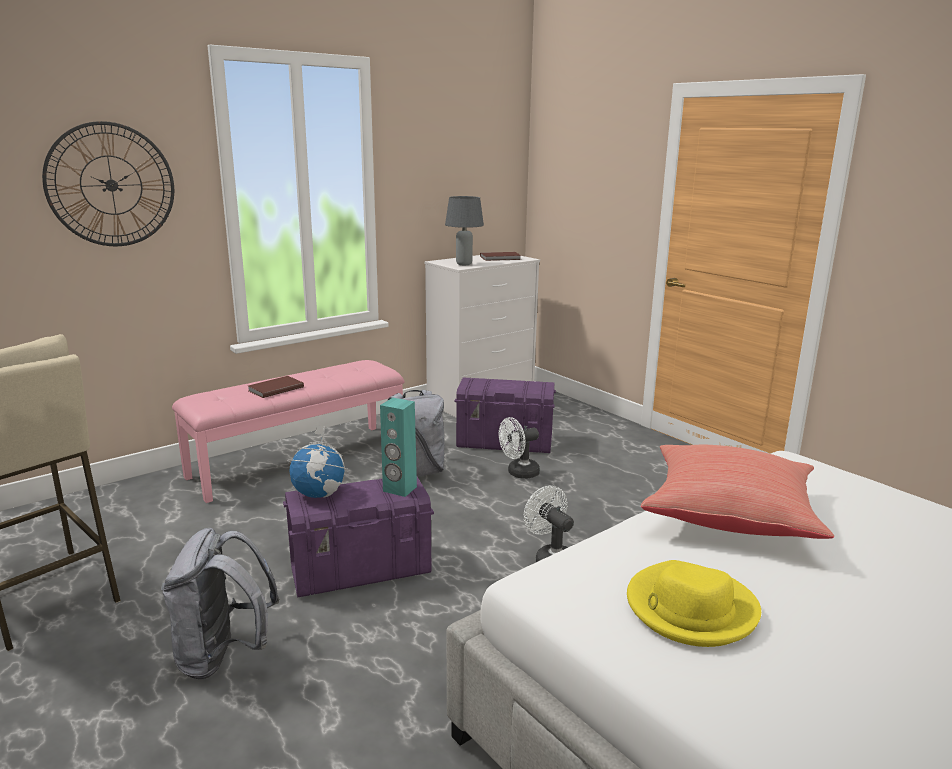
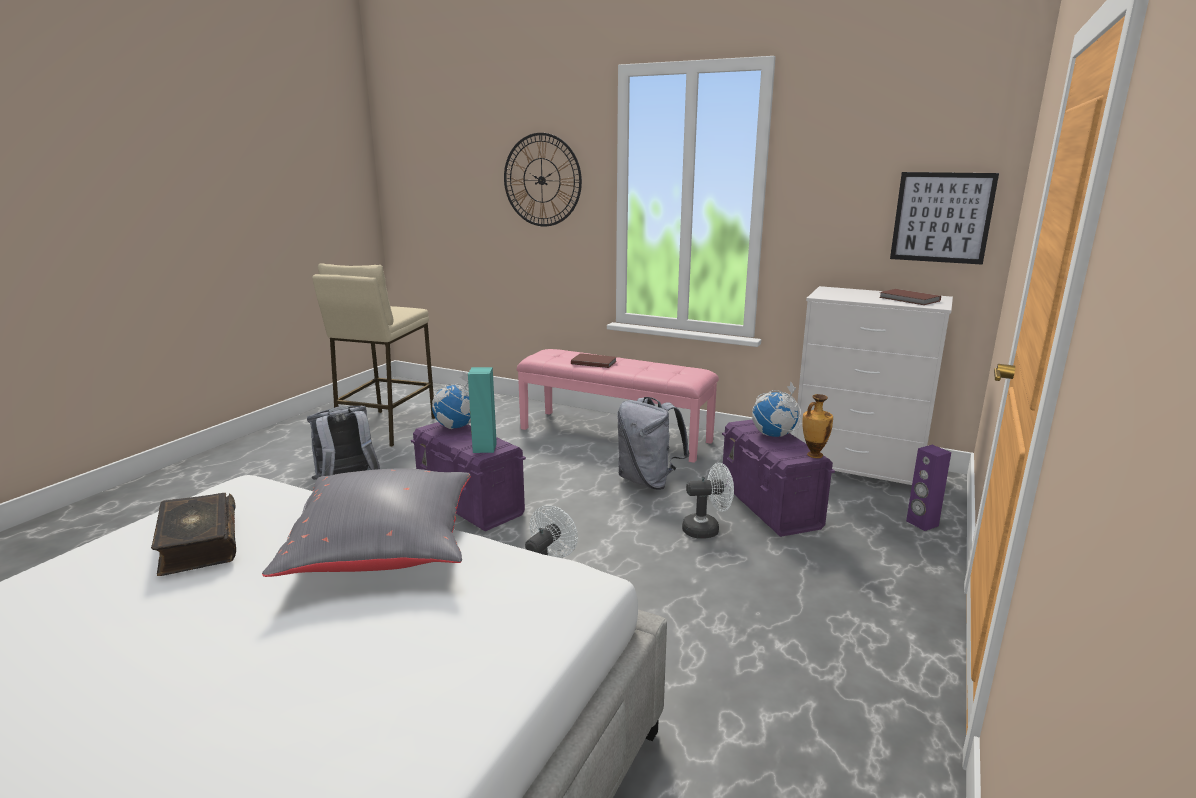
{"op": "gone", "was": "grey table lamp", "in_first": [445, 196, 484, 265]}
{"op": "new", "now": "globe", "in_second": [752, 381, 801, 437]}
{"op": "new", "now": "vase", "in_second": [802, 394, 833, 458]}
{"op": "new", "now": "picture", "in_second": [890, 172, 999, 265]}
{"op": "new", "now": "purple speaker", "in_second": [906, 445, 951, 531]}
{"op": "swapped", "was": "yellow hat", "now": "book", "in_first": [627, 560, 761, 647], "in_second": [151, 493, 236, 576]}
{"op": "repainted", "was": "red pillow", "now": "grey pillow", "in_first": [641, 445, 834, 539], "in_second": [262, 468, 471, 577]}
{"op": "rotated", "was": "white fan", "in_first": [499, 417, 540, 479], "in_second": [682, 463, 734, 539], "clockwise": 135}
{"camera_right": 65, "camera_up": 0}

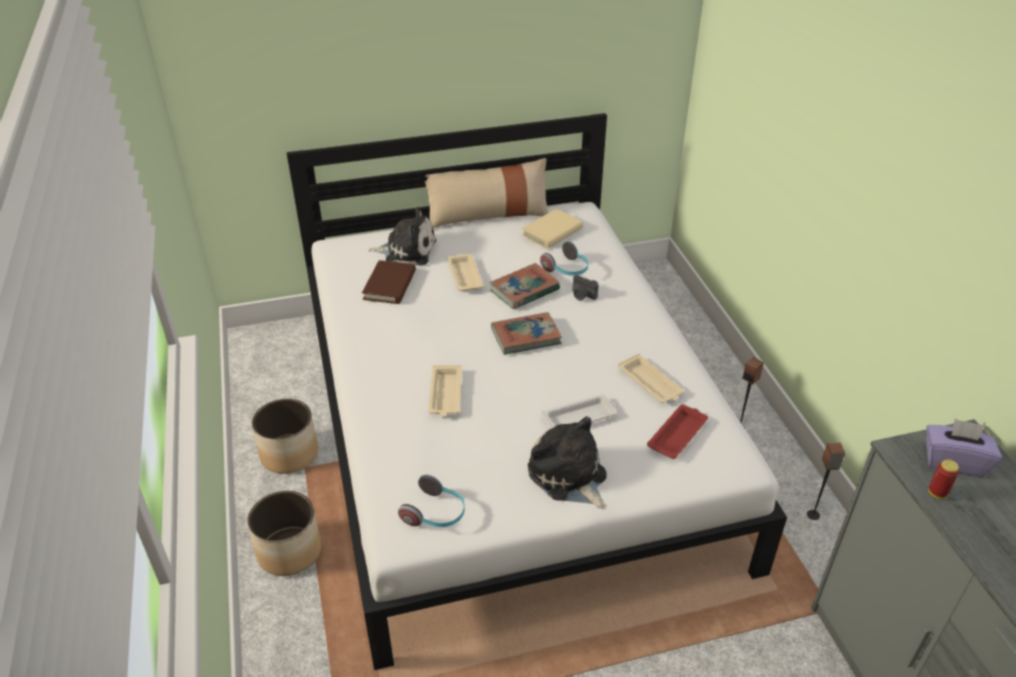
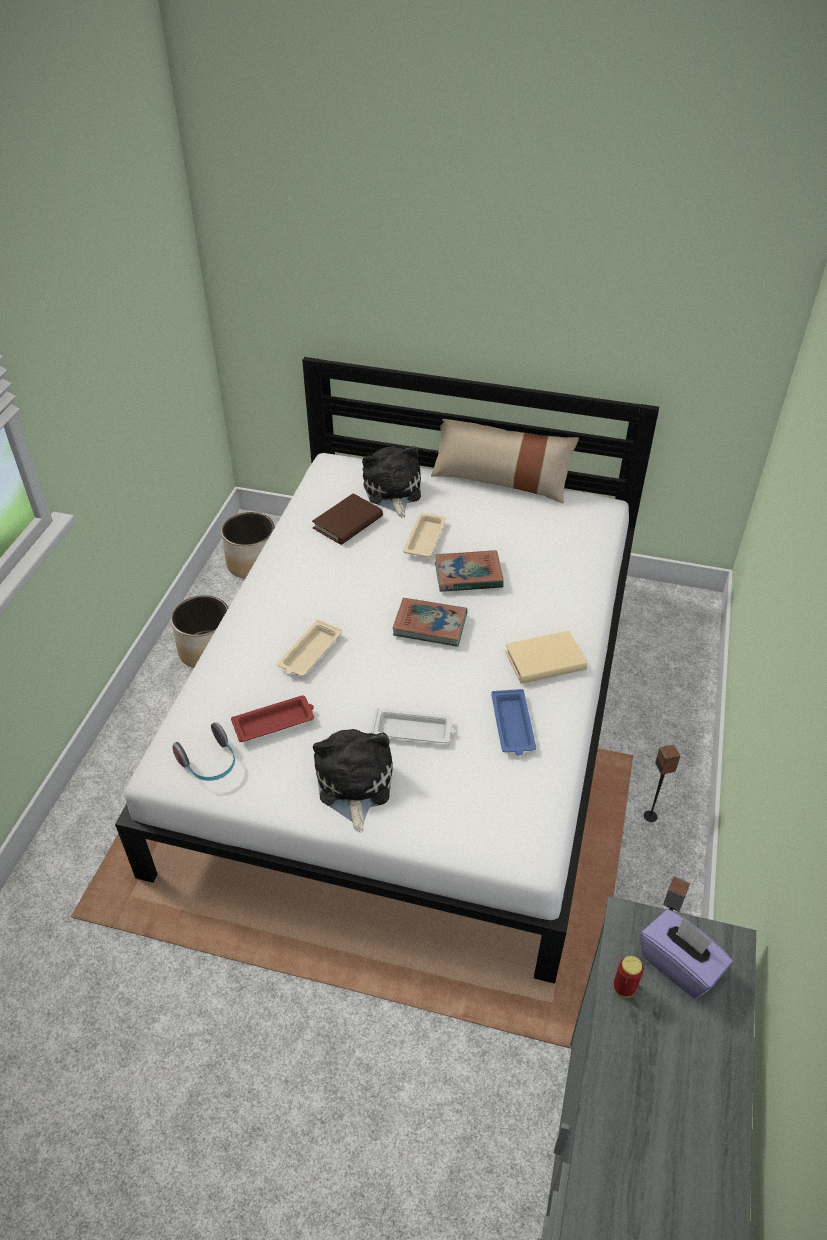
{"op": "gone", "was": "headphones", "in_first": [540, 241, 588, 276]}
{"op": "gone", "was": "photo camera", "in_first": [573, 275, 599, 301]}
{"op": "shifted", "was": "planter", "in_first": [247, 491, 322, 576], "in_second": [221, 512, 275, 579]}
{"op": "shifted", "was": "beige book", "in_first": [522, 209, 583, 249], "in_second": [505, 631, 587, 684]}
{"op": "shifted", "was": "red tray", "in_first": [647, 404, 708, 459], "in_second": [231, 695, 314, 742]}
{"op": "repainted", "was": "beige tray", "now": "blue tray", "in_first": [618, 354, 683, 403], "in_second": [491, 689, 536, 755]}
{"op": "rotated", "was": "plush toy", "in_first": [368, 207, 436, 266], "in_second": [362, 446, 421, 517], "clockwise": -135}
{"camera_right": 30, "camera_up": 5}

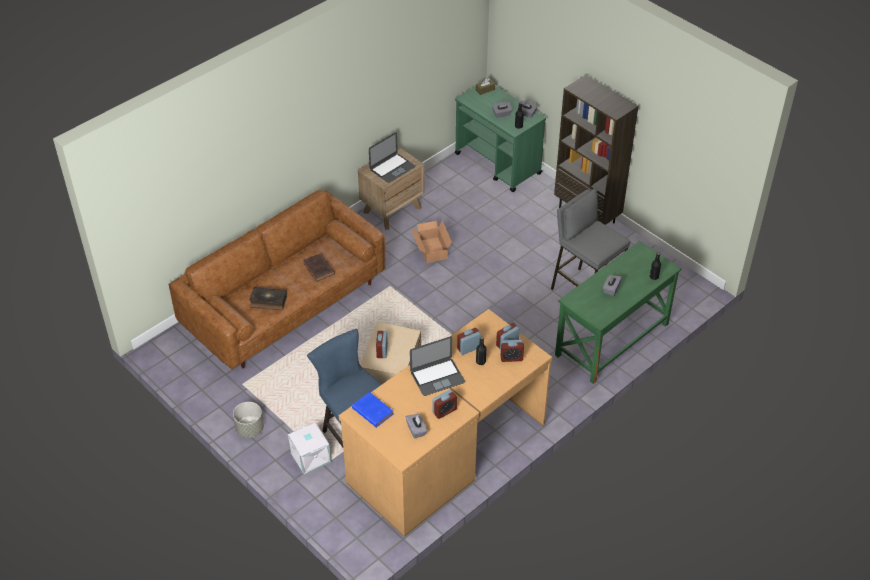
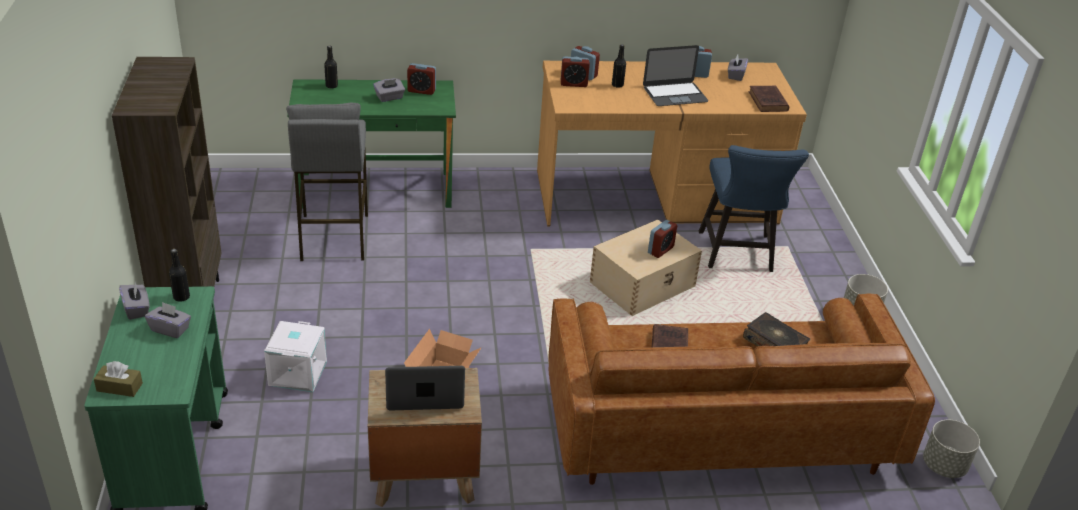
{"op": "new", "now": "grey planter", "in_second": [923, 420, 980, 478]}
{"op": "shifted", "was": "white storage box", "in_first": [288, 422, 331, 475], "in_second": [264, 321, 327, 392]}
{"op": "shifted", "was": "alarm clock", "in_first": [457, 328, 481, 355], "in_second": [407, 63, 436, 95]}
{"op": "repainted", "was": "blue book", "now": "brown book", "in_first": [352, 392, 393, 428], "in_second": [748, 85, 789, 112]}
{"op": "rotated", "was": "laptop", "in_first": [410, 336, 465, 396], "in_second": [643, 45, 708, 106], "clockwise": 150}
{"camera_right": -145, "camera_up": -10}

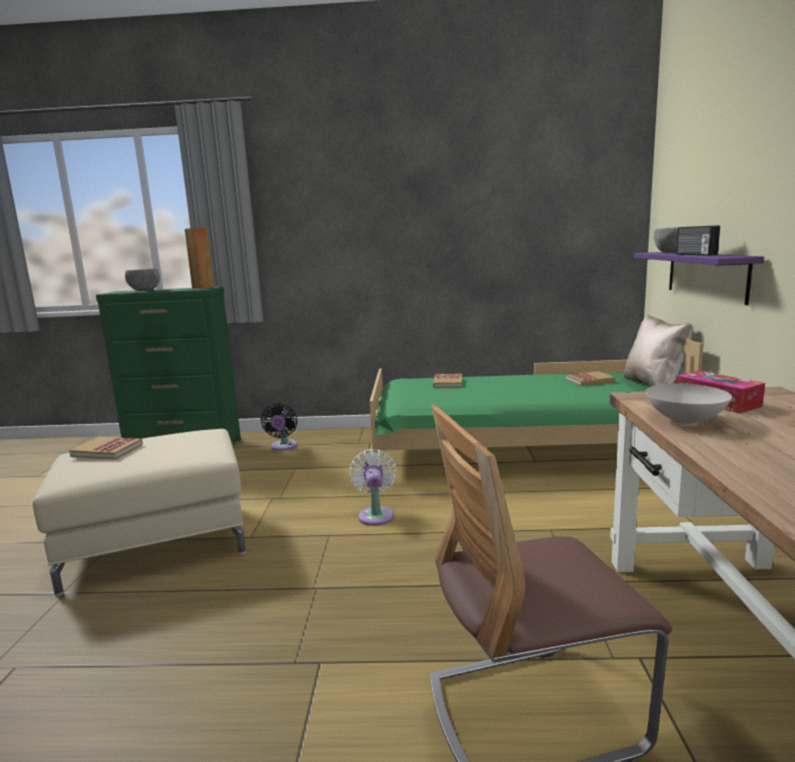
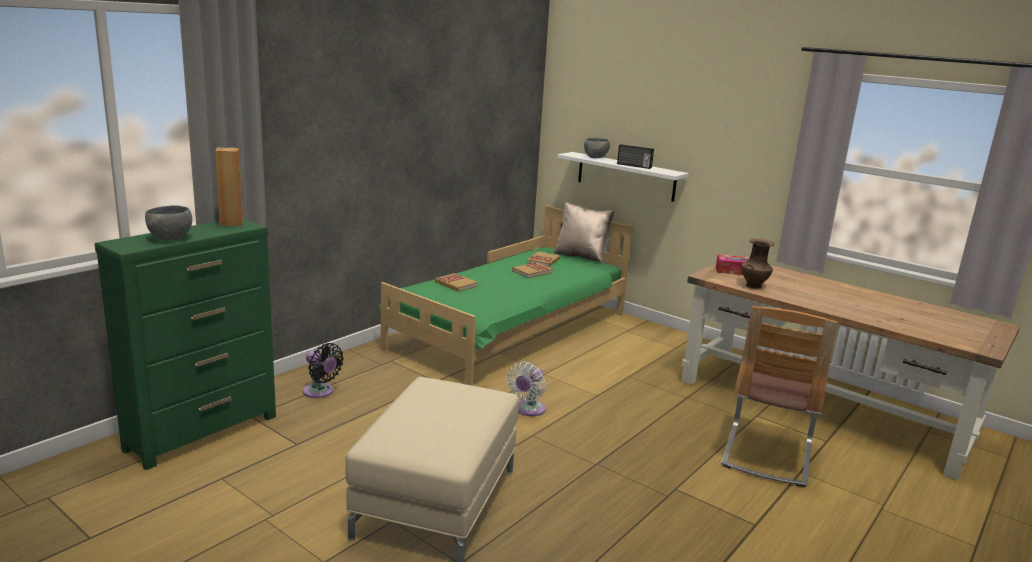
{"op": "shifted", "was": "book", "in_first": [69, 437, 143, 460], "in_second": [512, 262, 553, 278]}
{"op": "swapped", "was": "white bowl", "now": "brown vase", "in_first": [646, 383, 732, 425], "in_second": [741, 238, 774, 289]}
{"op": "repainted", "was": "purple shelf", "now": "white shelf", "in_first": [634, 252, 764, 305], "in_second": [557, 152, 689, 202]}
{"op": "rotated", "was": "white fan", "in_first": [349, 449, 397, 526], "in_second": [507, 361, 546, 416], "clockwise": -90}
{"camera_right": -55, "camera_up": 5}

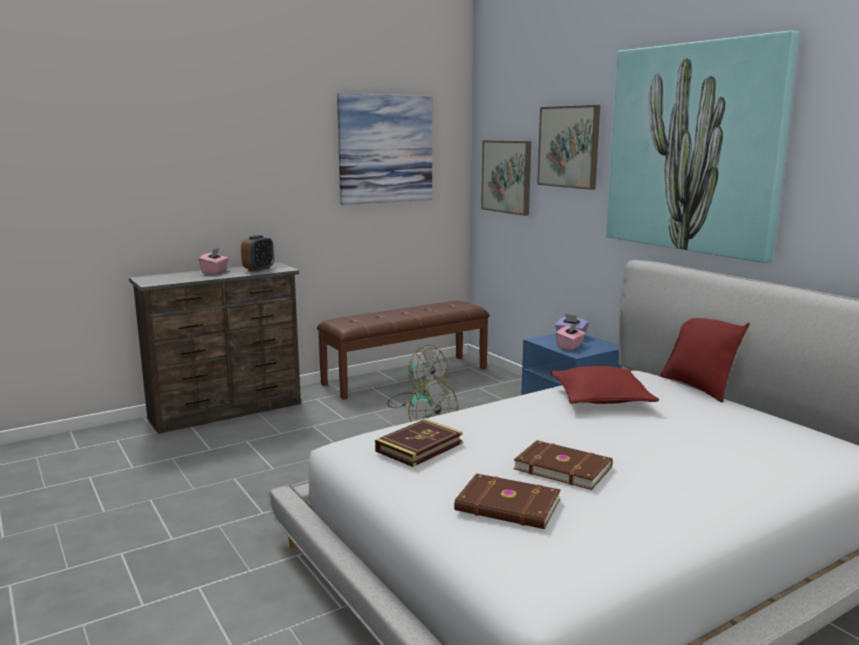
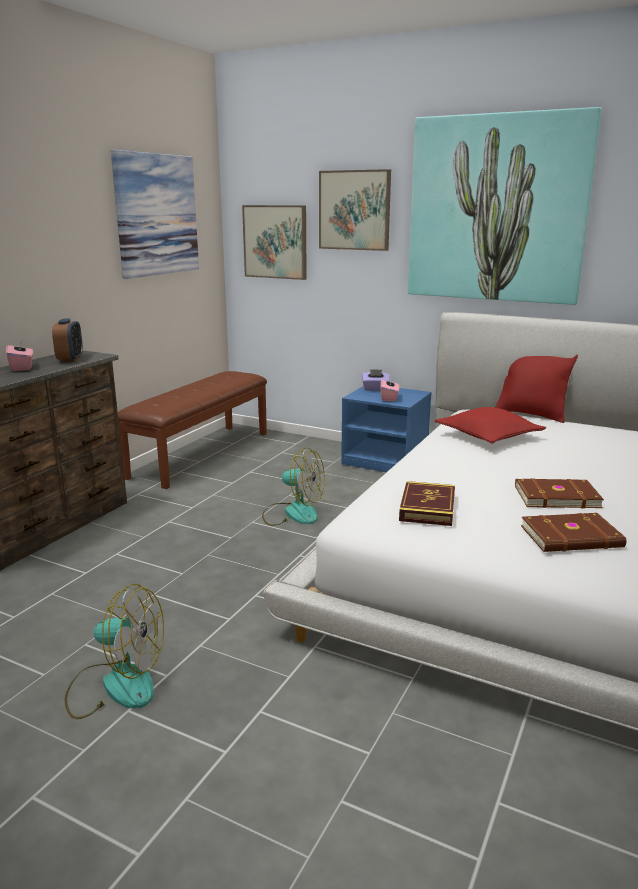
{"op": "shifted", "was": "fan", "in_first": [388, 345, 448, 408], "in_second": [65, 584, 164, 719]}
{"camera_right": -30, "camera_up": 5}

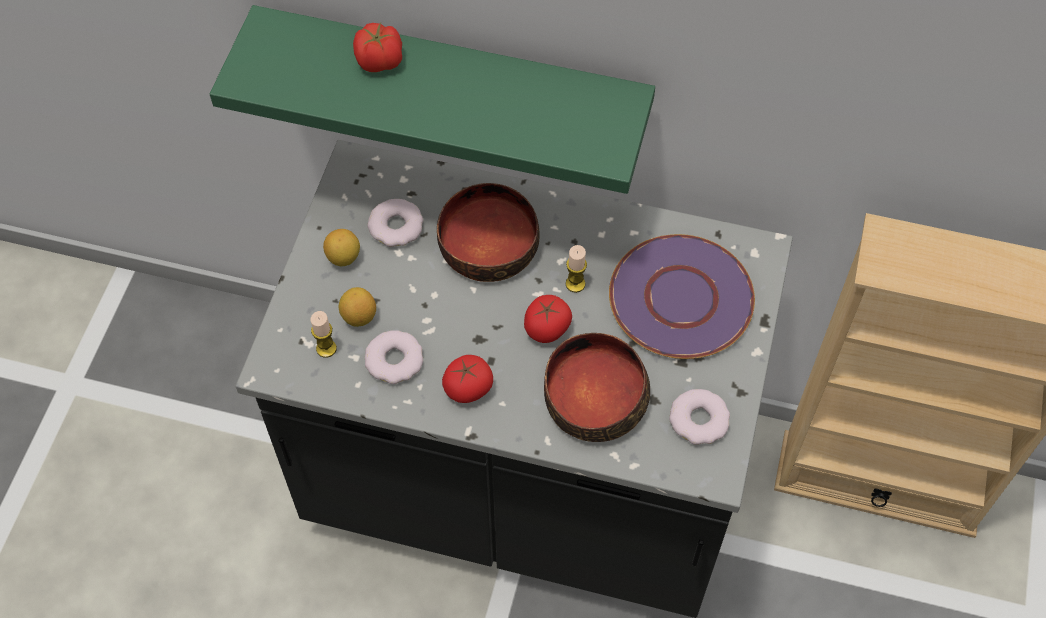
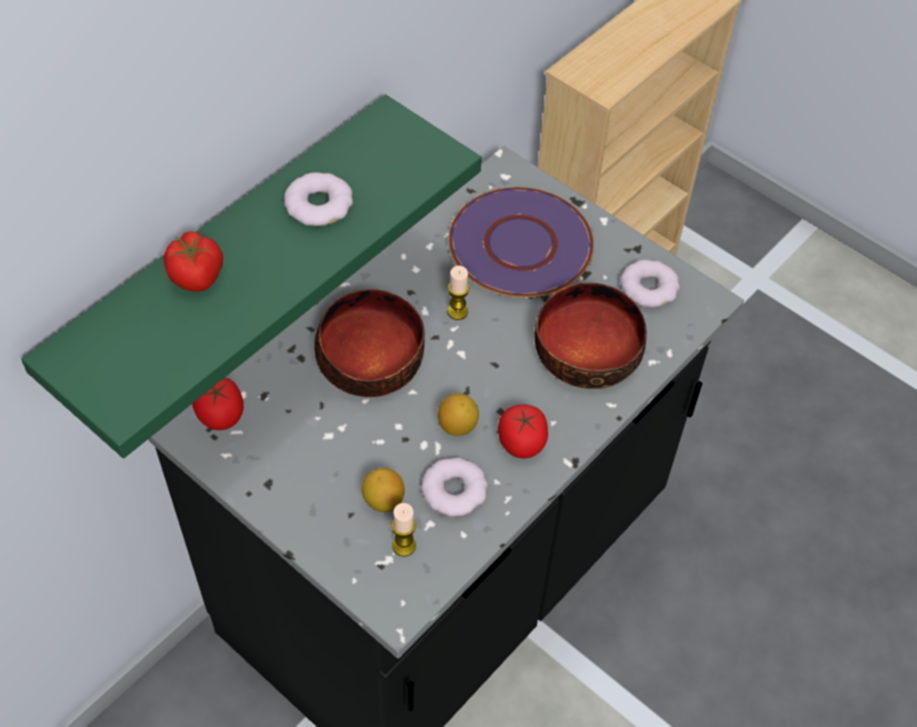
{"op": "shifted", "was": "lemon", "in_first": [323, 229, 360, 266], "in_second": [438, 394, 479, 436]}
{"op": "shifted", "was": "donut", "in_first": [367, 199, 423, 247], "in_second": [284, 172, 353, 226]}
{"op": "shifted", "was": "tomato", "in_first": [524, 295, 572, 343], "in_second": [192, 378, 244, 430]}
{"camera_right": -65, "camera_up": -5}

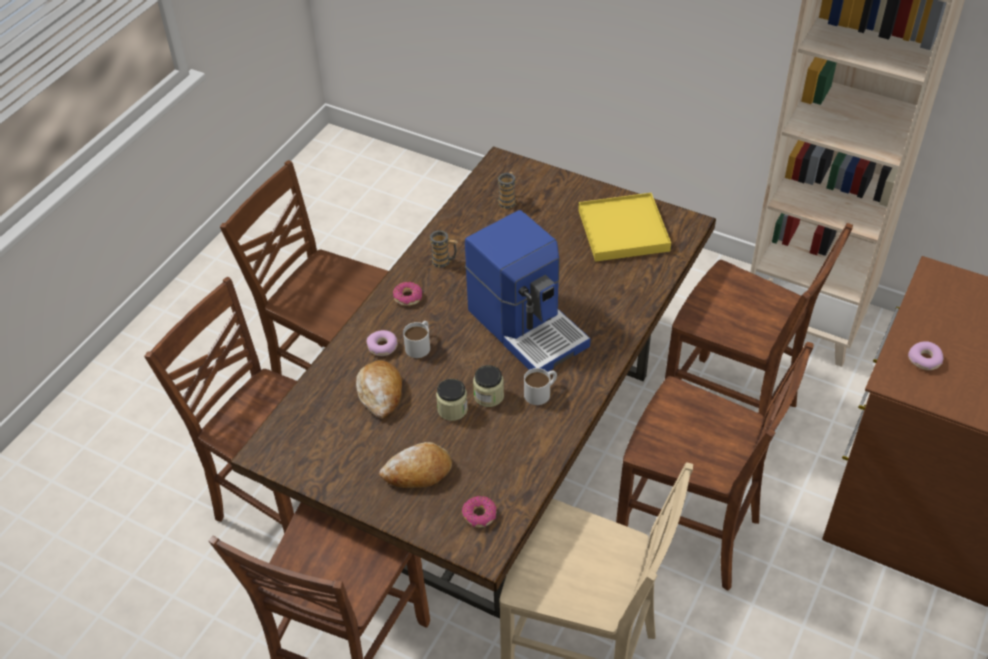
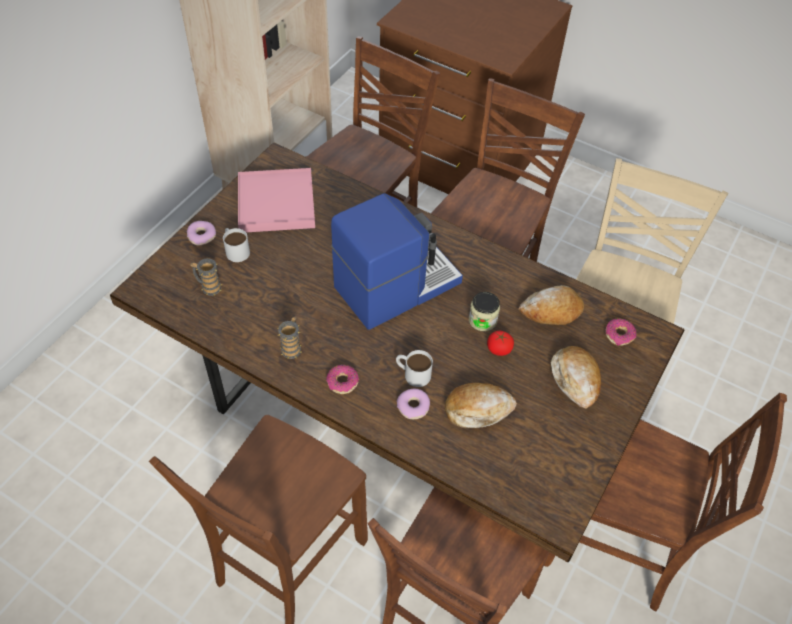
{"op": "new", "now": "bread", "in_second": [518, 285, 584, 325]}
{"op": "shifted", "was": "white mug", "in_first": [524, 368, 557, 405], "in_second": [223, 228, 250, 262]}
{"op": "shifted", "was": "donut", "in_first": [908, 341, 944, 370], "in_second": [187, 221, 216, 245]}
{"op": "swapped", "was": "jar", "now": "tomato", "in_first": [436, 379, 468, 421], "in_second": [487, 331, 514, 356]}
{"op": "repainted", "was": "yellow tray", "now": "pink tray", "in_first": [578, 193, 671, 262], "in_second": [238, 168, 315, 232]}
{"camera_right": -90, "camera_up": 5}

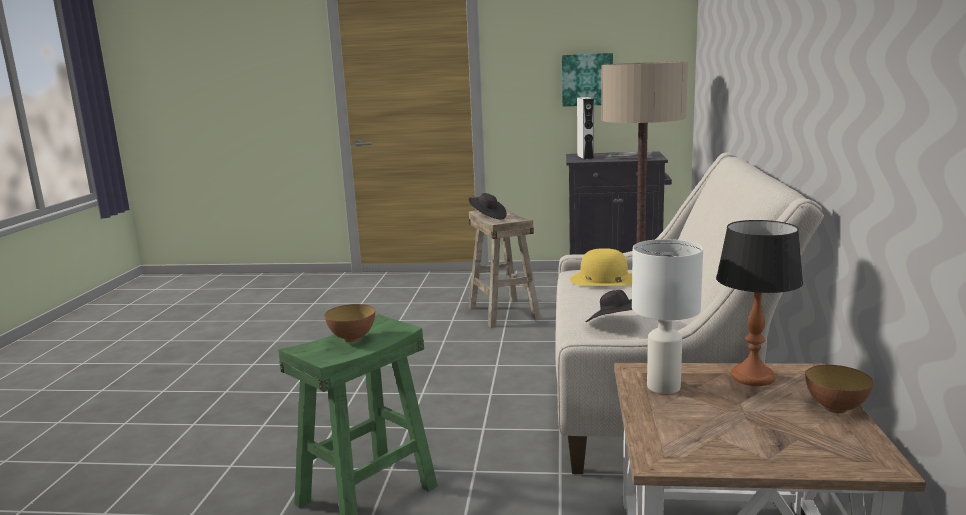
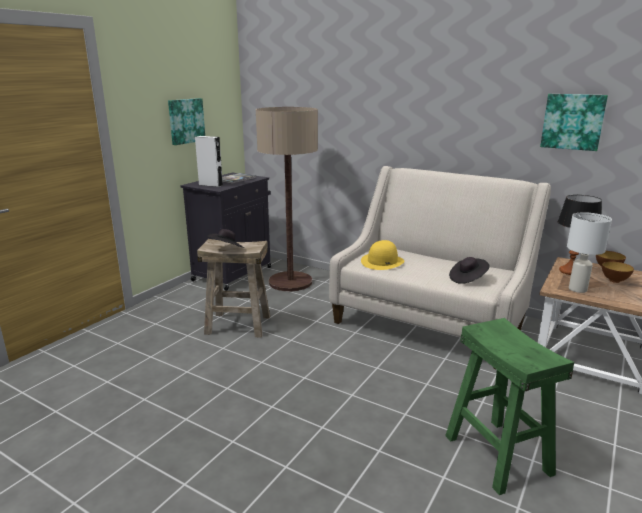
{"op": "new", "now": "picture", "in_second": [540, 94, 608, 151]}
{"op": "shifted", "was": "bowl", "in_first": [325, 304, 375, 342], "in_second": [602, 261, 634, 283]}
{"camera_right": -65, "camera_up": 5}

